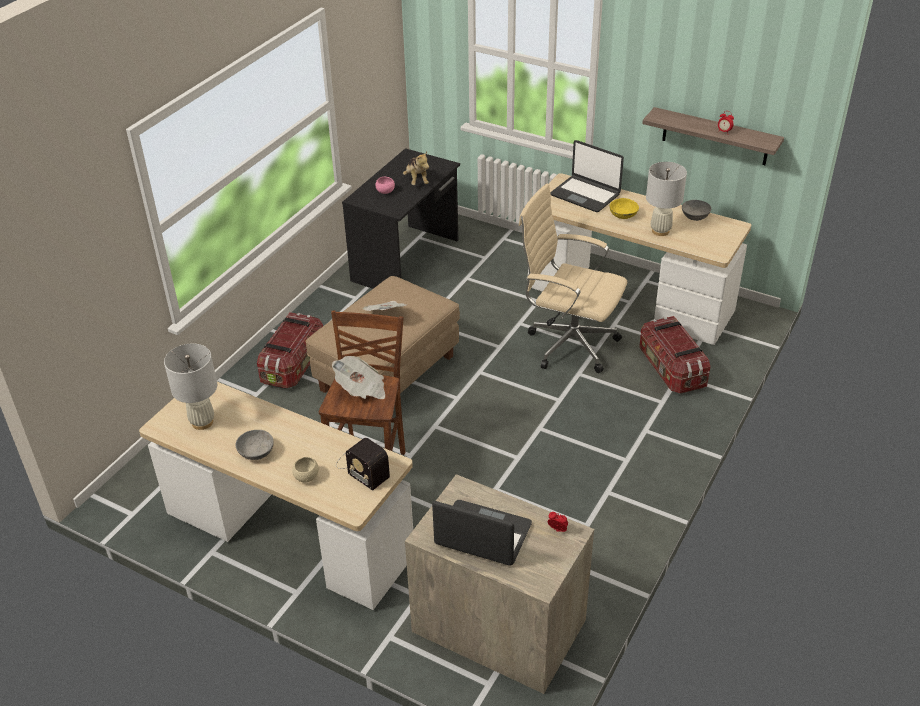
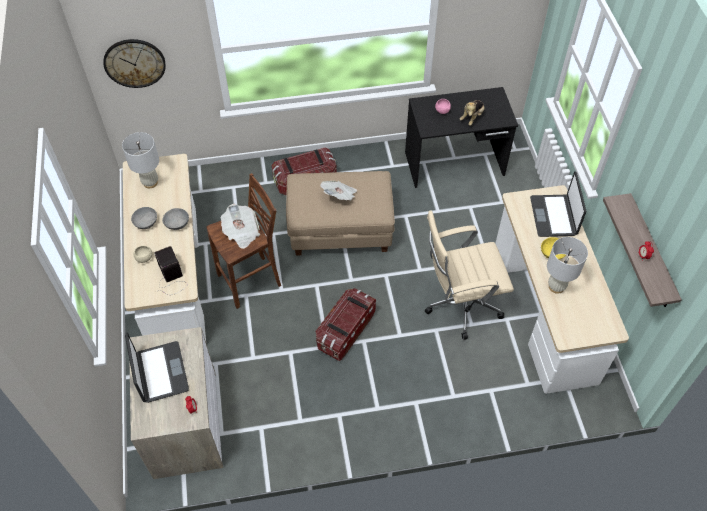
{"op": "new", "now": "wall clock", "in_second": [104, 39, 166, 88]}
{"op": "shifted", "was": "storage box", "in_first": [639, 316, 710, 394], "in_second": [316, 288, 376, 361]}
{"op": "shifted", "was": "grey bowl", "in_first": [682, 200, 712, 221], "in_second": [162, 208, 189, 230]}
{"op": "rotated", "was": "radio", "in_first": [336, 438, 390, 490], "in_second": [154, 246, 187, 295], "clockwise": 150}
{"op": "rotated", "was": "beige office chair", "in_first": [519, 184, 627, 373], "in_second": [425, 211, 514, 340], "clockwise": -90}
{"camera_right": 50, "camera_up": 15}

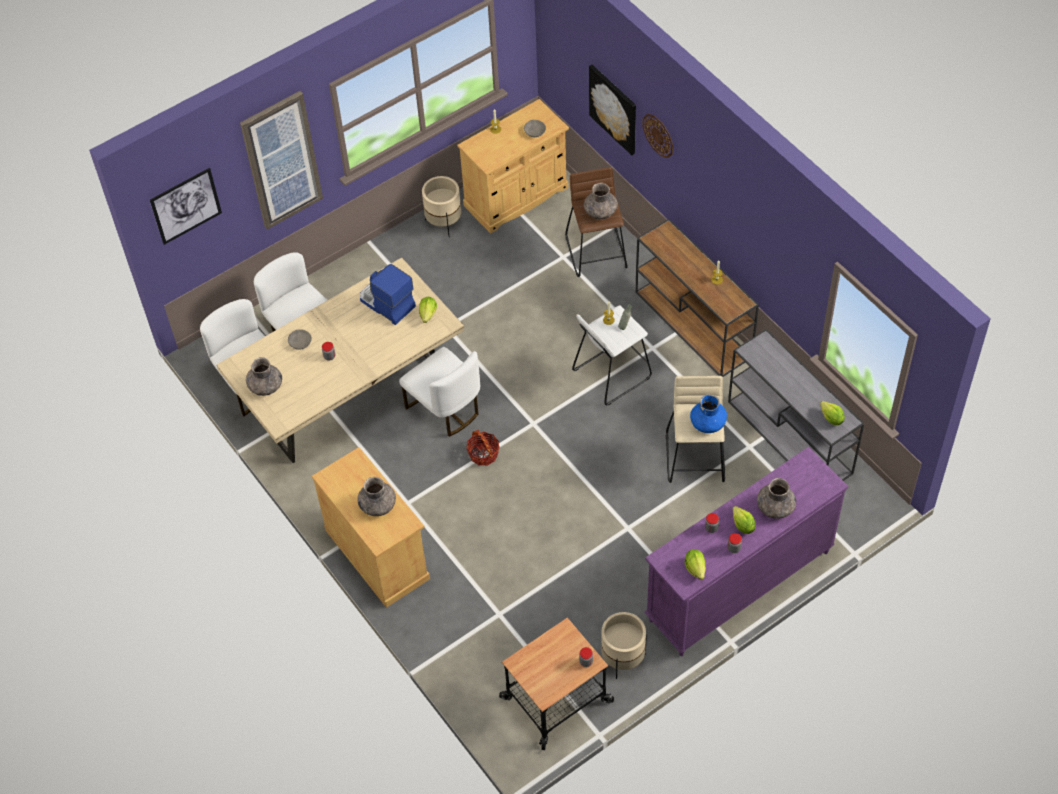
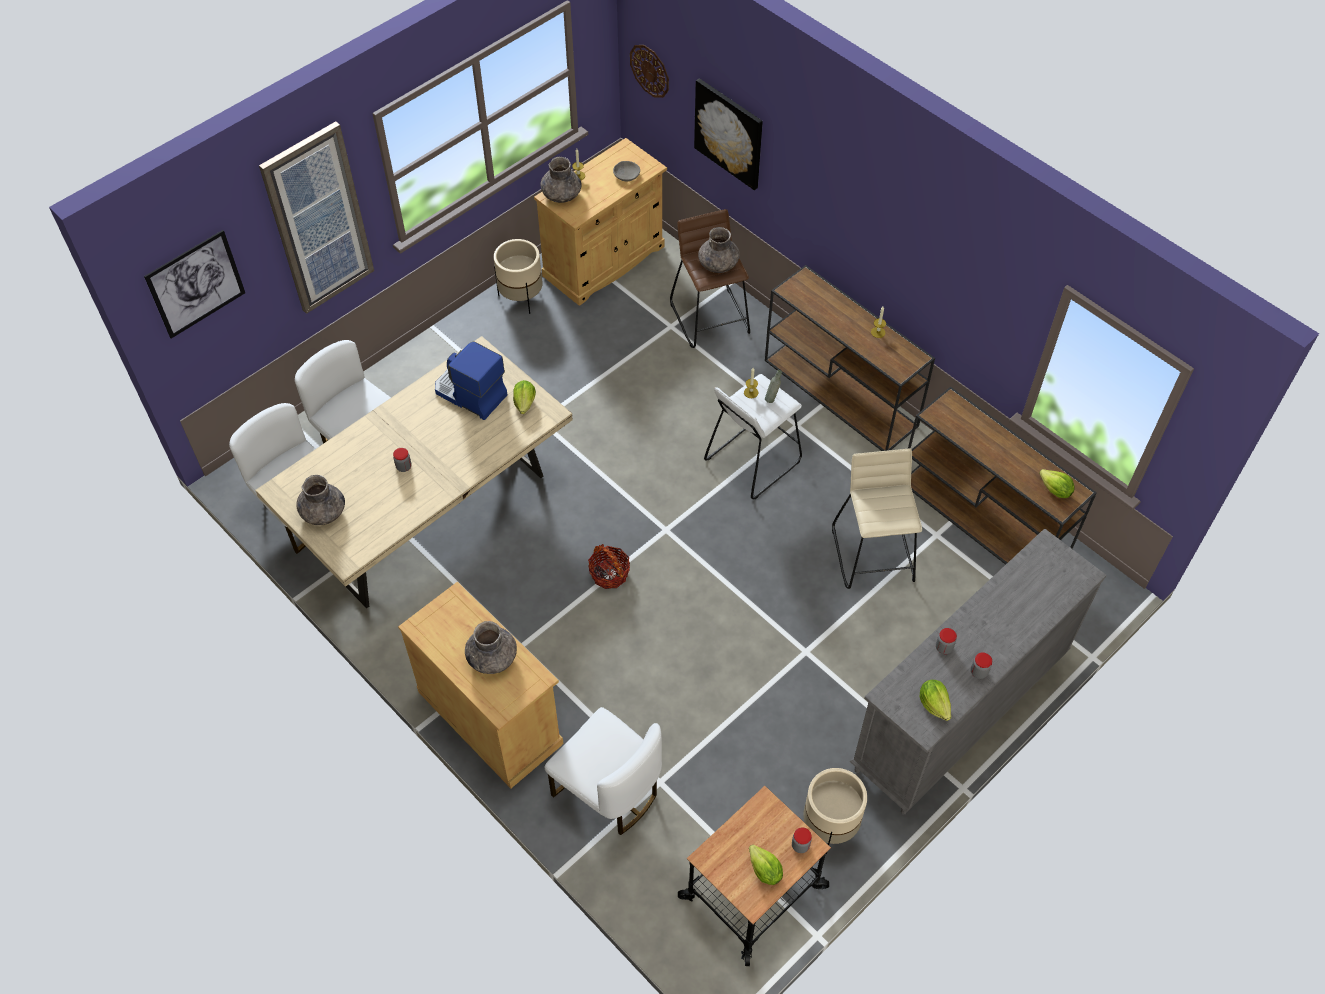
{"op": "gone", "was": "grey bowl", "in_first": [288, 329, 312, 350]}
{"op": "gone", "was": "blue vase", "in_first": [690, 394, 727, 433]}
{"op": "shifted", "was": "white chair", "in_first": [399, 347, 480, 437], "in_second": [545, 707, 662, 835]}
{"op": "shifted", "was": "wall clock", "in_first": [642, 114, 673, 158], "in_second": [630, 45, 669, 98]}
{"op": "shifted", "was": "lettuce", "in_first": [733, 506, 755, 534], "in_second": [749, 844, 783, 885]}
{"op": "shifted", "was": "grey vase", "in_first": [757, 478, 796, 519], "in_second": [541, 157, 582, 203]}
{"op": "repainted", "was": "purple dresser", "now": "grey dresser", "in_first": [644, 447, 848, 656], "in_second": [849, 528, 1106, 815]}
{"op": "repainted", "was": "grey console table", "now": "brown console table", "in_first": [728, 329, 864, 481], "in_second": [908, 386, 1097, 565]}
{"camera_right": -10, "camera_up": 0}

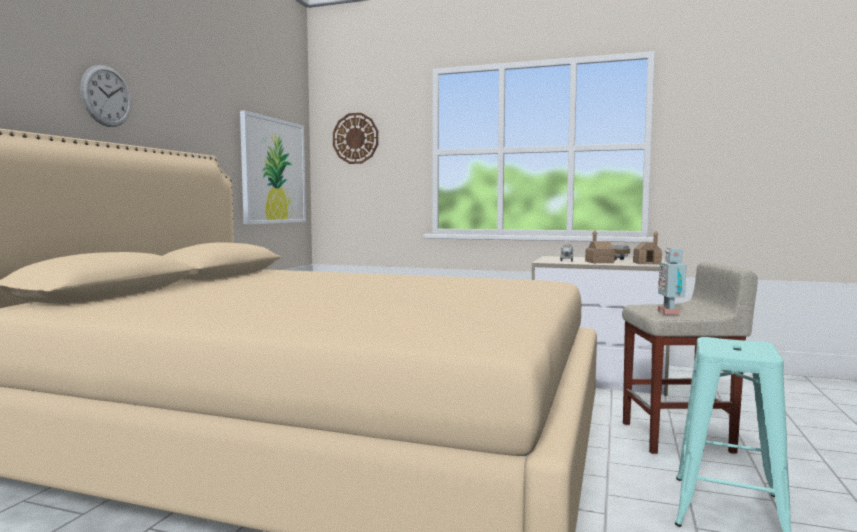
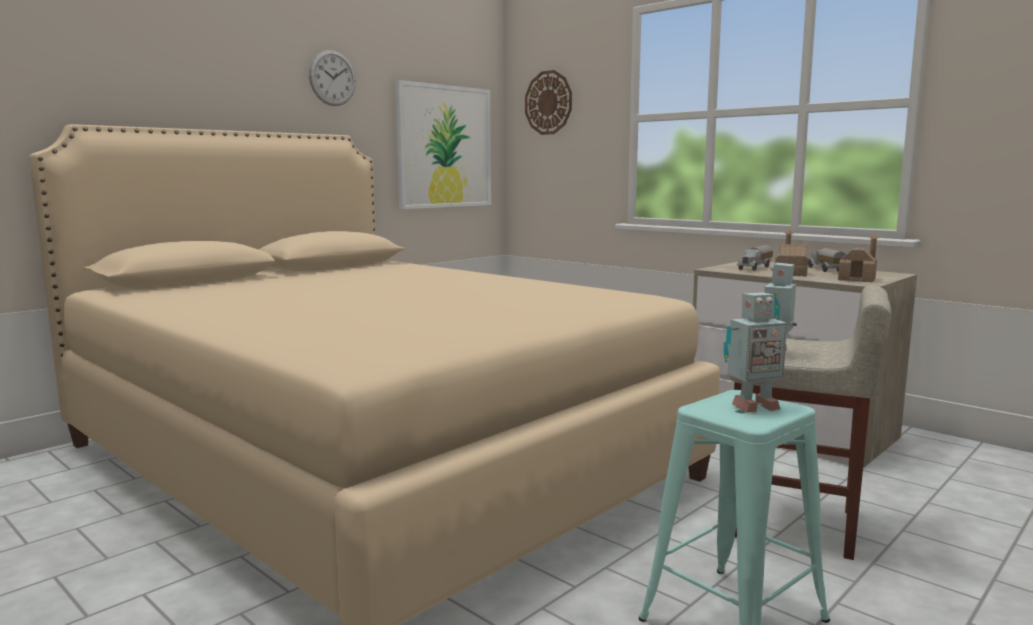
{"op": "new", "now": "toy robot", "in_second": [724, 292, 787, 413]}
{"op": "shifted", "was": "wall clock", "in_first": [80, 65, 132, 127], "in_second": [309, 50, 356, 106]}
{"camera_right": 25, "camera_up": 5}

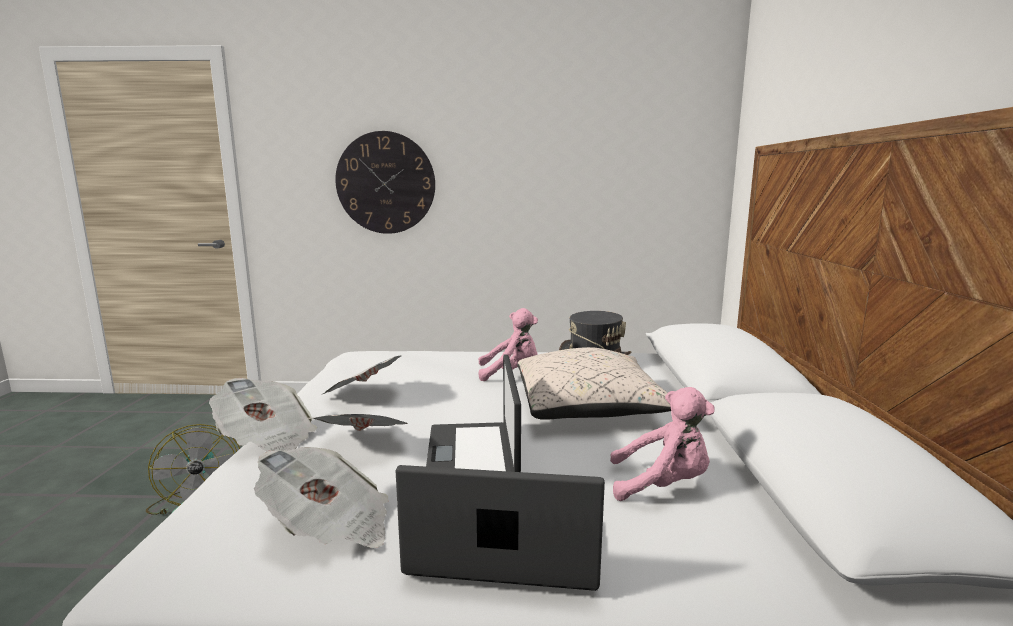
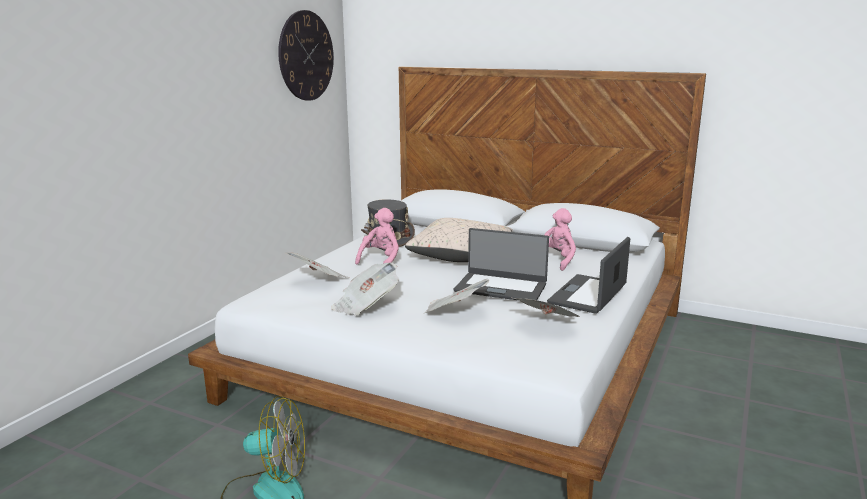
{"op": "shifted", "was": "newspaper", "in_first": [209, 378, 317, 452], "in_second": [286, 252, 350, 278]}
{"op": "shifted", "was": "wall clock", "in_first": [335, 131, 435, 234], "in_second": [278, 10, 334, 101]}
{"camera_right": -65, "camera_up": 5}

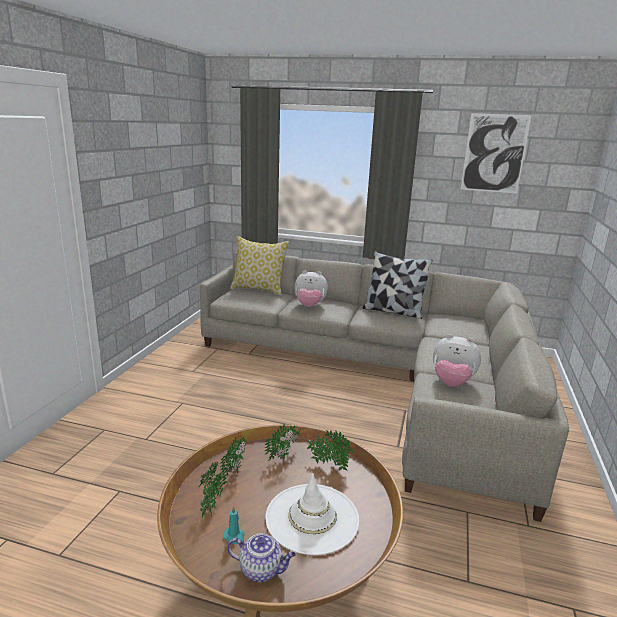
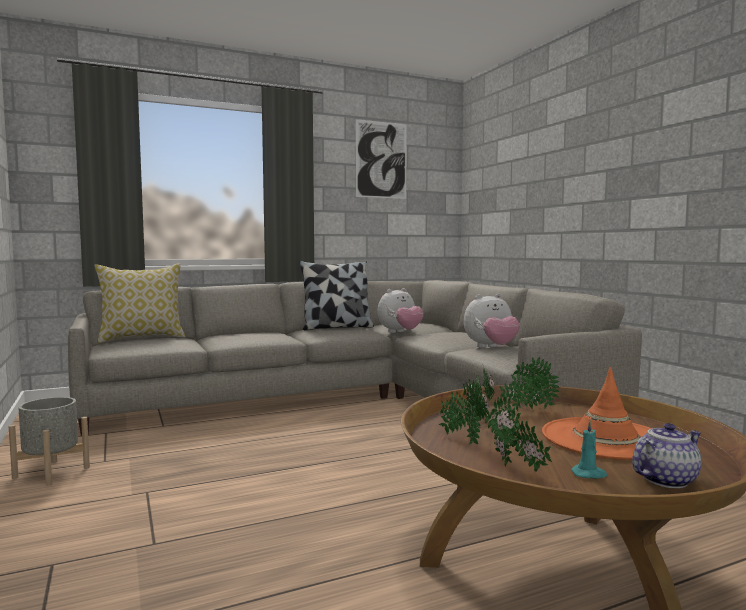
{"op": "new", "now": "grey planter", "in_second": [9, 397, 90, 486]}
{"op": "shifted", "was": "plush toy", "in_first": [295, 270, 328, 307], "in_second": [378, 288, 424, 333]}
{"op": "repainted", "was": "white hat", "now": "orange hat", "in_first": [265, 473, 359, 555], "in_second": [542, 367, 651, 460]}
{"camera_right": -40, "camera_up": -15}

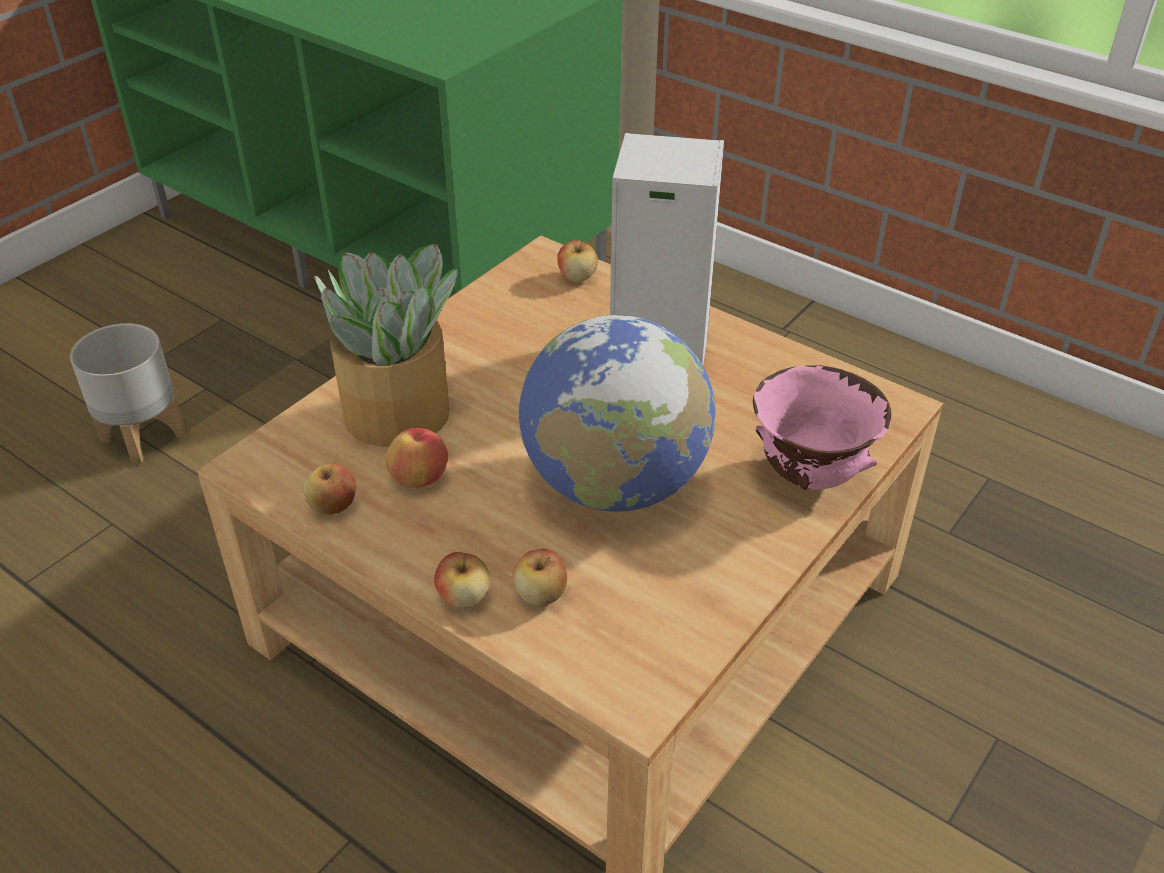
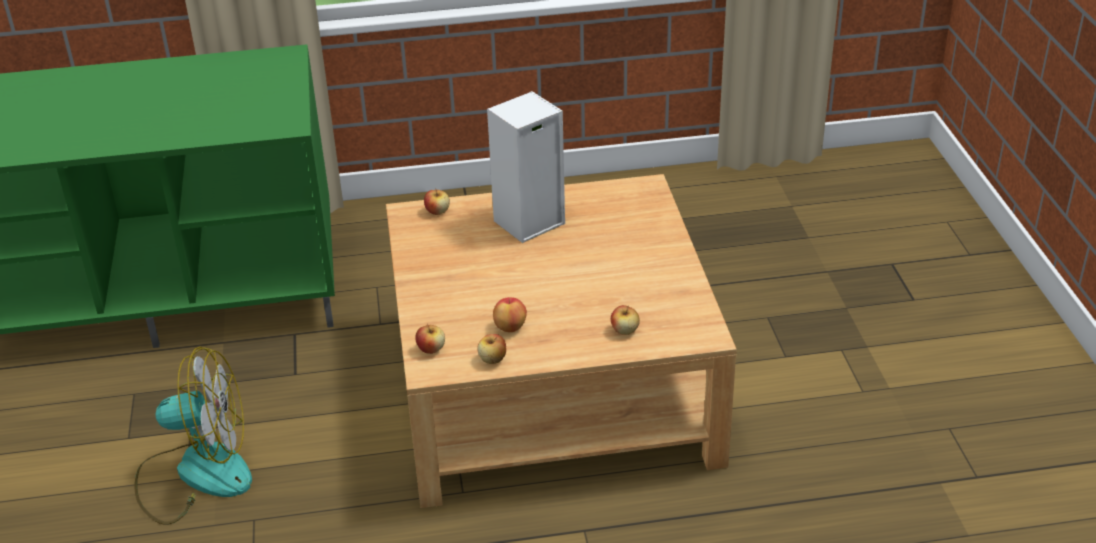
{"op": "gone", "was": "potted plant", "in_first": [314, 244, 458, 447]}
{"op": "gone", "was": "globe", "in_first": [519, 315, 716, 512]}
{"op": "gone", "was": "pink bowl", "in_first": [753, 365, 891, 490]}
{"op": "shifted", "was": "apple", "in_first": [434, 552, 491, 608], "in_second": [415, 324, 445, 354]}
{"op": "swapped", "was": "grey planter", "now": "fan", "in_first": [70, 323, 185, 464], "in_second": [135, 347, 252, 525]}
{"camera_right": -45, "camera_up": -5}

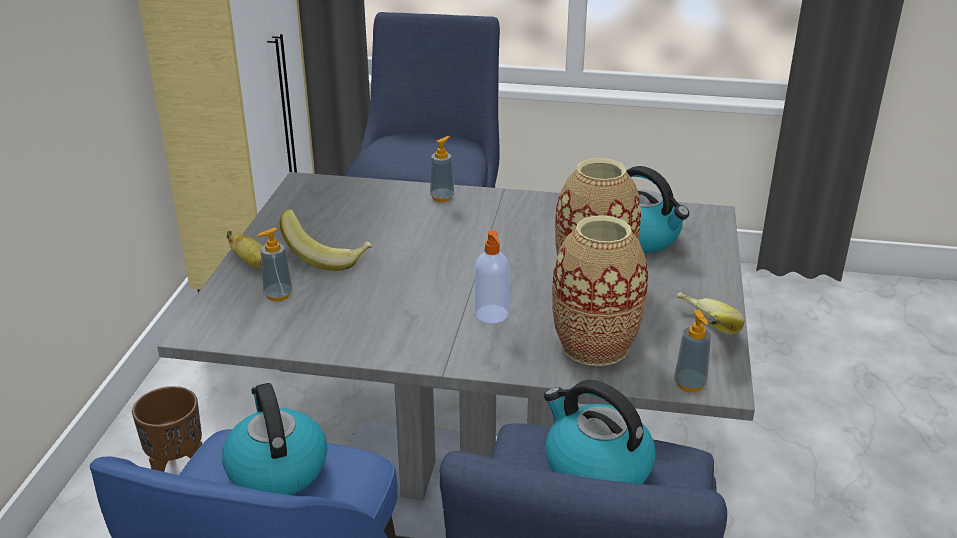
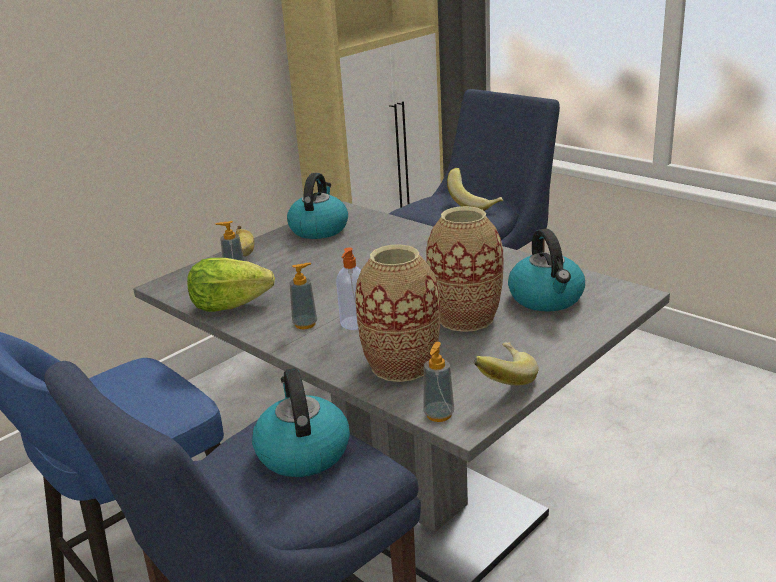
{"op": "gone", "was": "brown planter", "in_first": [132, 386, 202, 472]}
{"op": "new", "now": "lettuce", "in_second": [187, 258, 275, 312]}
{"op": "shifted", "was": "kettle", "in_first": [222, 383, 328, 495], "in_second": [287, 173, 348, 239]}
{"op": "shifted", "was": "banana", "in_first": [279, 209, 372, 271], "in_second": [447, 168, 503, 211]}
{"op": "shifted", "was": "soap dispenser", "in_first": [430, 136, 454, 202], "in_second": [290, 263, 317, 329]}
{"camera_right": 35, "camera_up": -5}

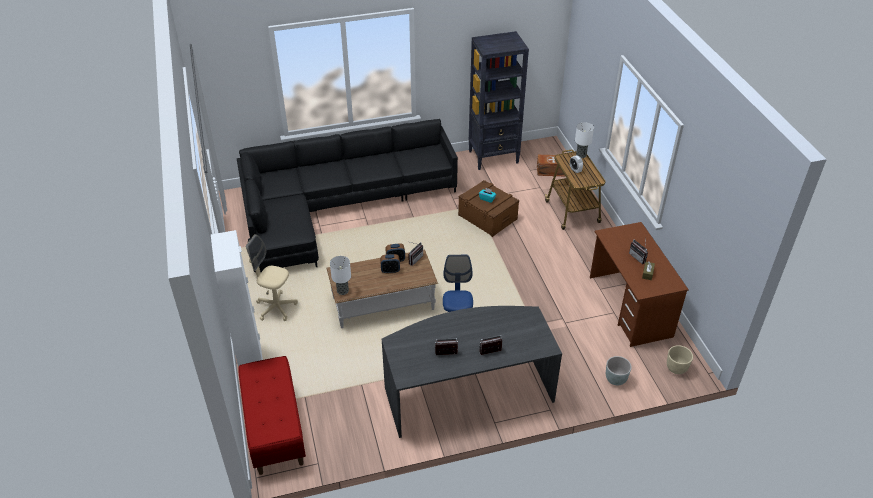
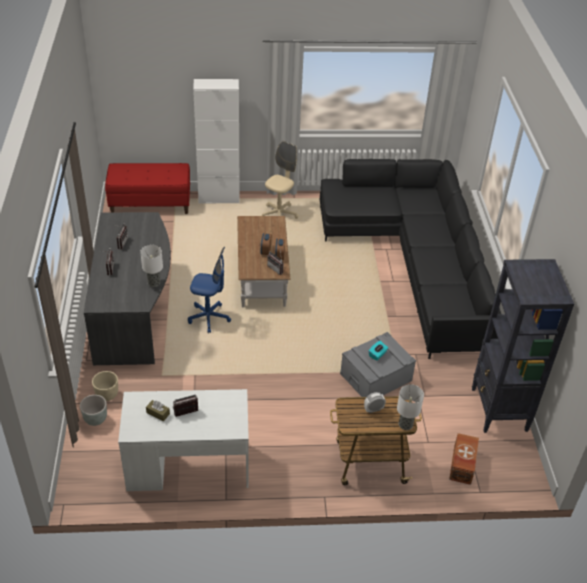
{"op": "shifted", "was": "table lamp", "in_first": [330, 256, 351, 295], "in_second": [140, 245, 163, 287]}
{"op": "shifted", "was": "beige planter", "in_first": [667, 345, 693, 374], "in_second": [92, 371, 118, 401]}
{"op": "repainted", "was": "brown storage box", "now": "grey storage box", "in_first": [458, 180, 519, 237], "in_second": [340, 332, 416, 397]}
{"op": "repainted", "was": "brown desk", "now": "white desk", "in_first": [590, 222, 689, 347], "in_second": [118, 389, 249, 491]}
{"camera_right": 100, "camera_up": 0}

